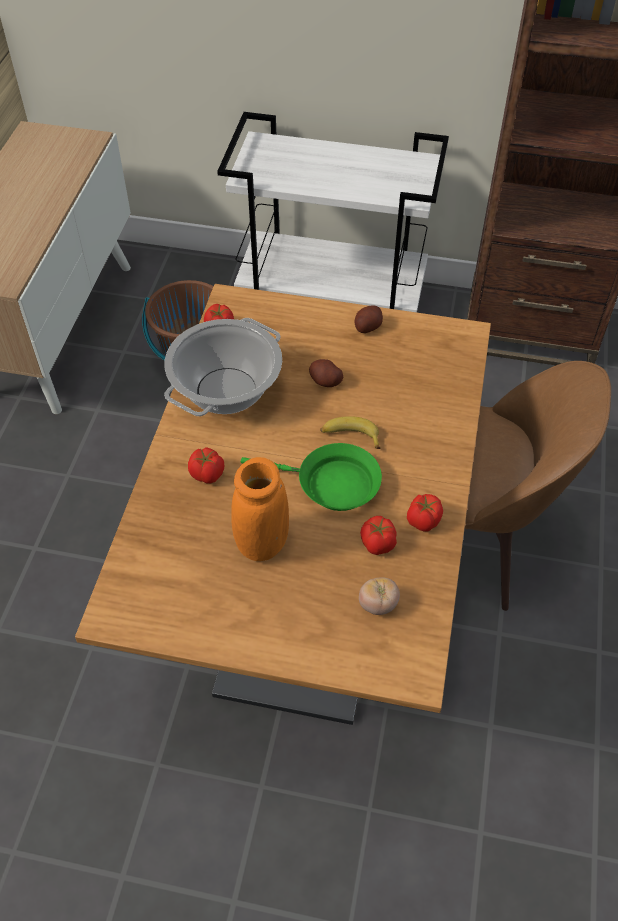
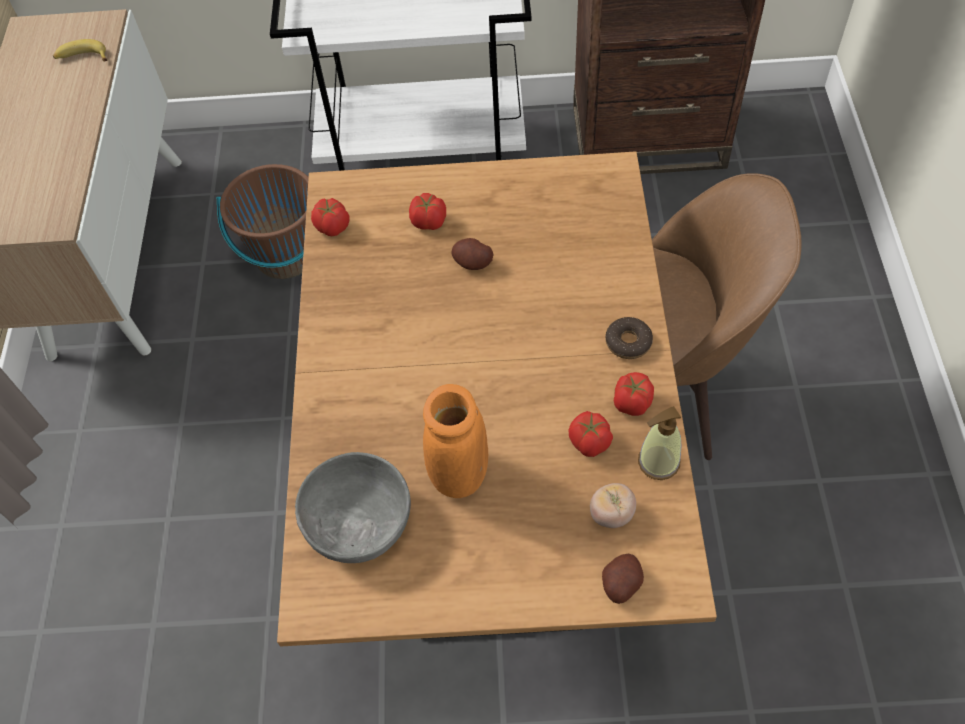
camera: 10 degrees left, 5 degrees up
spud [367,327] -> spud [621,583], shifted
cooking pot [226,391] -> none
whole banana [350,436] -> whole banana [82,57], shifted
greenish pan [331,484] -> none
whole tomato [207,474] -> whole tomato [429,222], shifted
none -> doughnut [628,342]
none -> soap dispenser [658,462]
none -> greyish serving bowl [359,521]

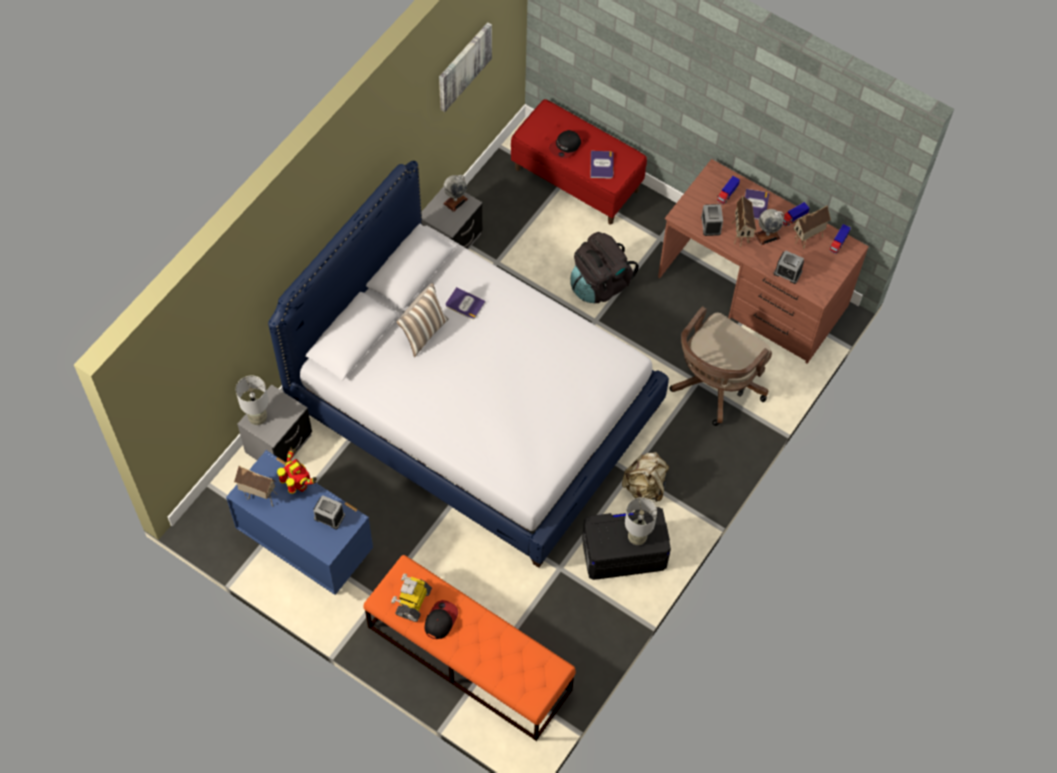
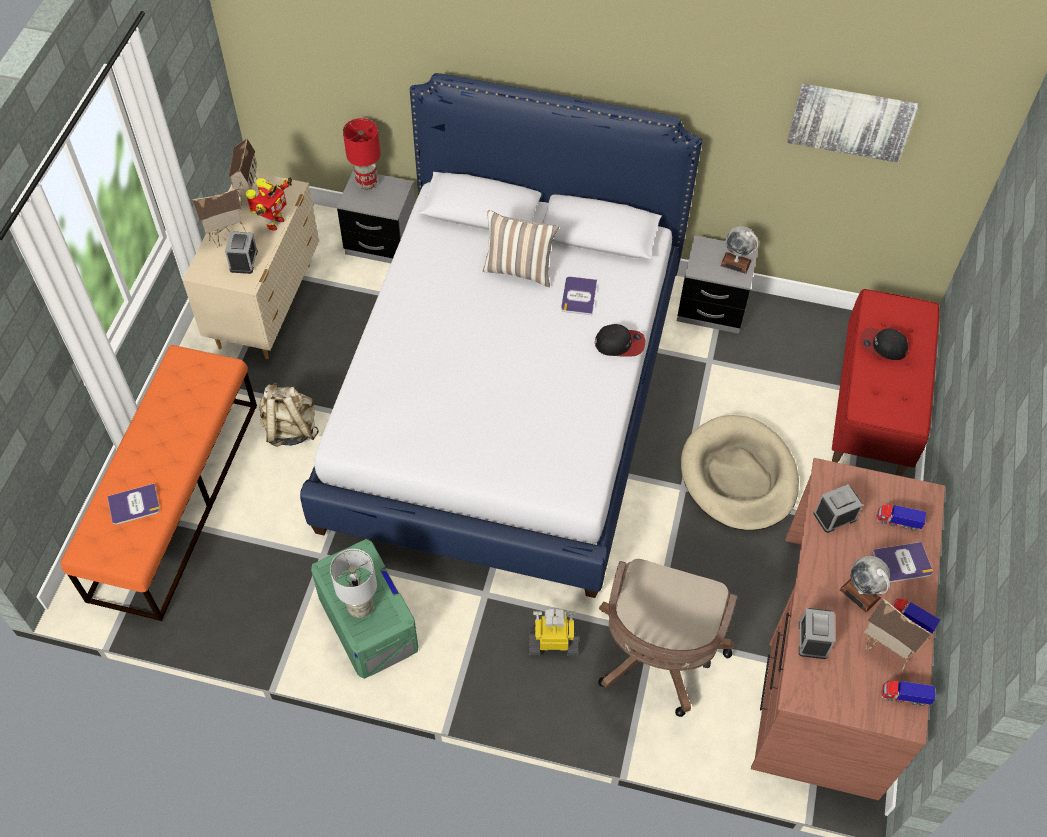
camera: 70 degrees right, 5 degrees down
book [602,165] -> book [134,505], shifted
miniature house [741,235] -> miniature house [227,238], shifted
black-coloured rucksack [600,284] -> sand-coloured dog cushion [738,476]
brown desk chair [715,386] -> brown desk chair [656,657], 90 degrees counterclockwise
greyish tabletop lamp [258,417] -> red tabletop lamp [367,183]
blue-coloured dresser [306,547] -> sand-coloured dresser [267,305]
sand-coloured rucksack [645,486] -> sand-coloured rucksack [290,429], shifted
black-coloured storage bin [624,553] -> greenish storage bin [367,622]
robot figure [413,602] -> robot figure [553,642], shifted
peaked cap [440,620] -> peaked cap [620,343], shifted

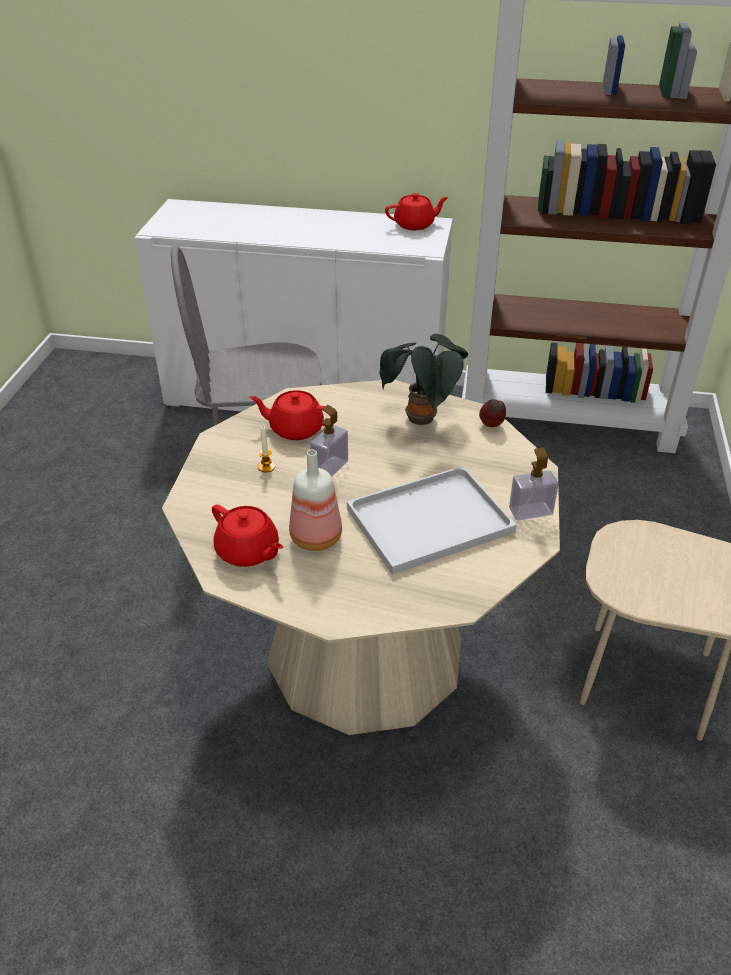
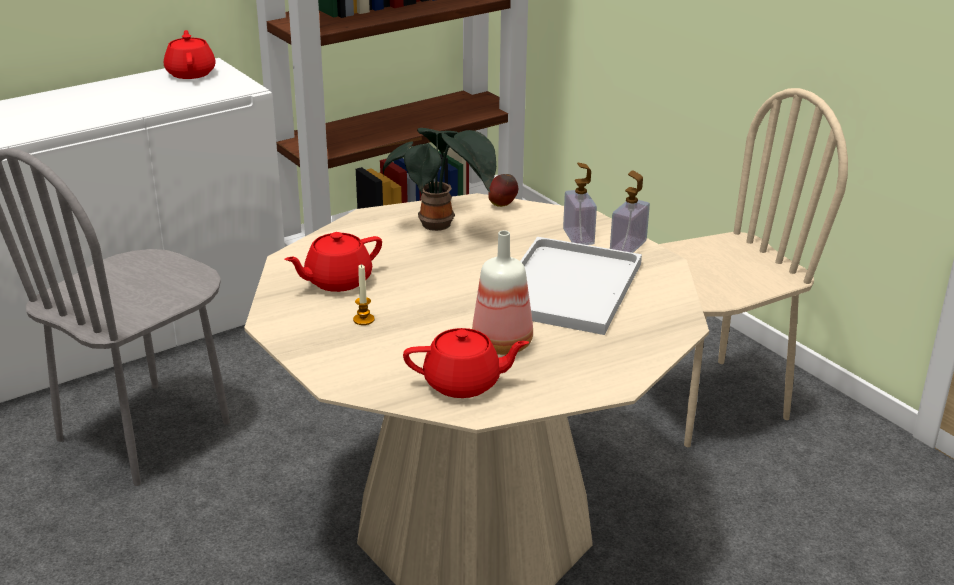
camera: 45 degrees left, 10 degrees down
red teapot [415,225] -> red teapot [191,73], 45 degrees counterclockwise
soap dispenser [330,467] -> soap dispenser [578,236], shifted

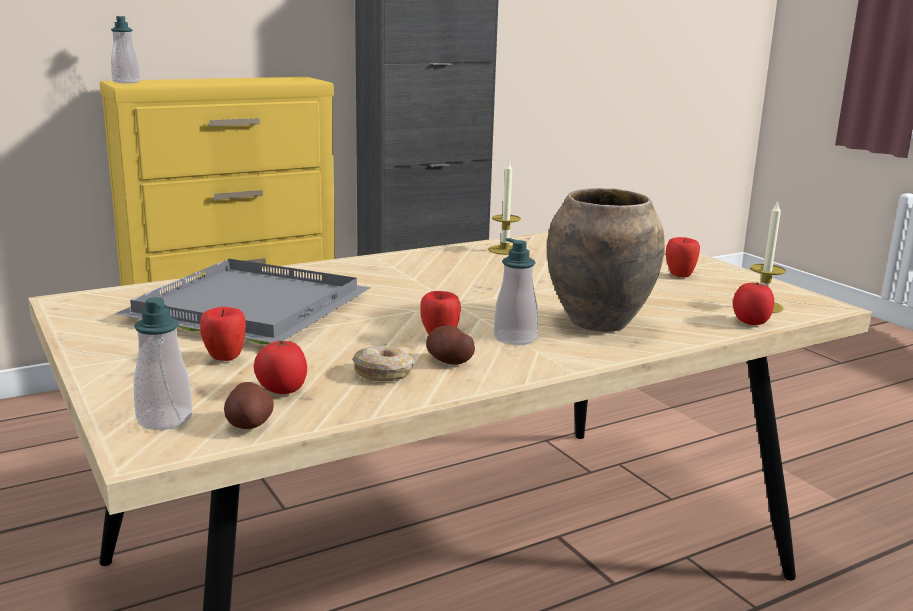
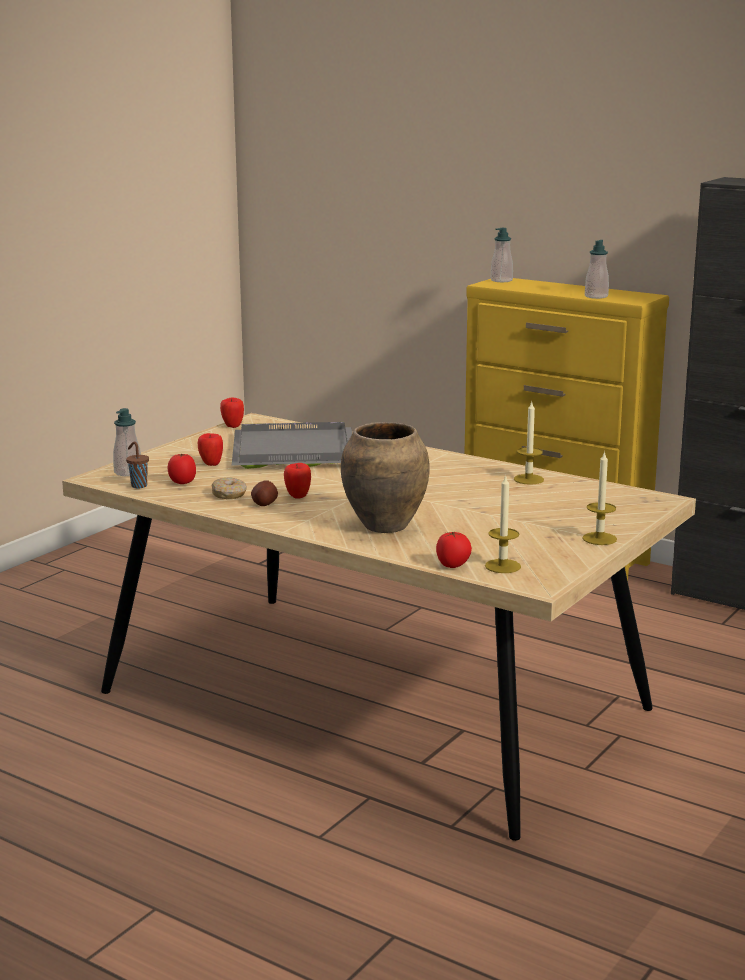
camera: 65 degrees right, 0 degrees up
apple fruit [680,276] -> apple fruit [232,426], shifted
soap dispenser [514,338] -> soap dispenser [596,296], shifted
spud [249,424] -> brown drinking cup [138,486]
none -> candle [599,539]

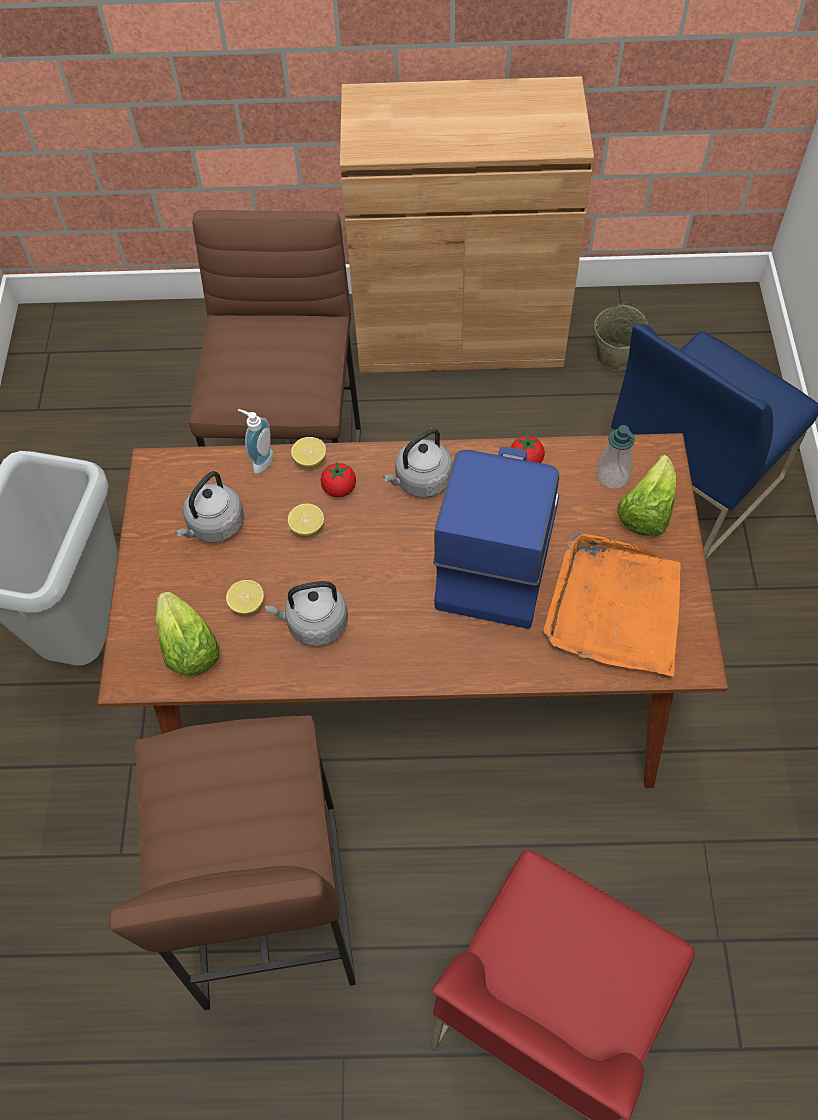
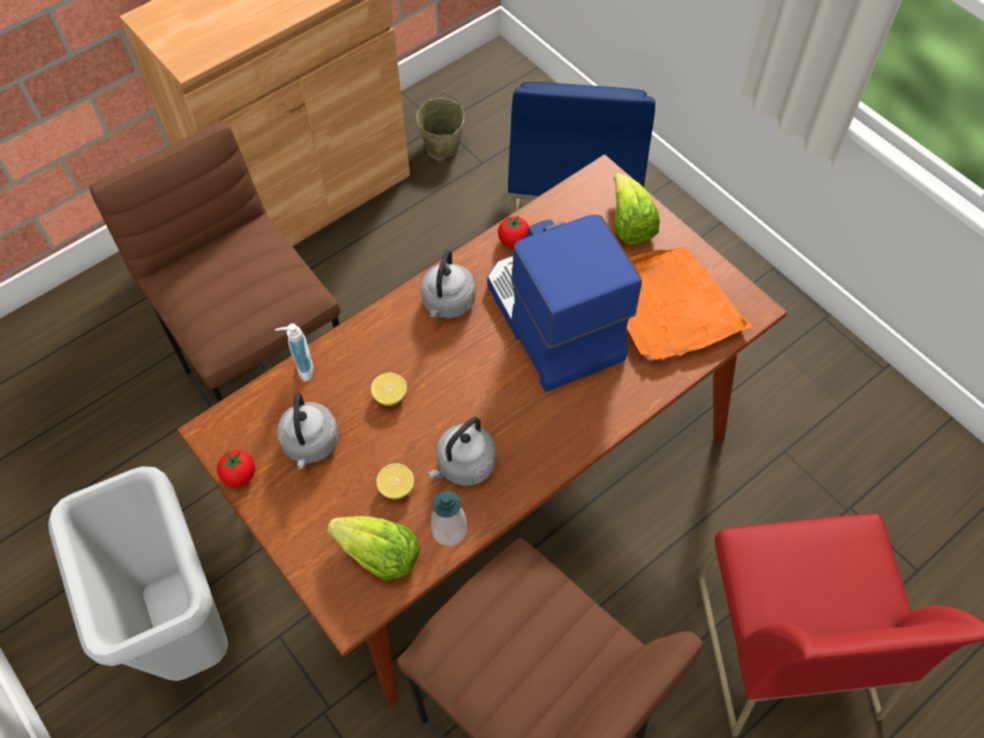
camera: 40 degrees left, 0 degrees up
soap dispenser [612,476] -> soap dispenser [449,530], shifted
whole lemon [310,460] -> none
whole tomato [339,489] -> whole tomato [239,475], shifted

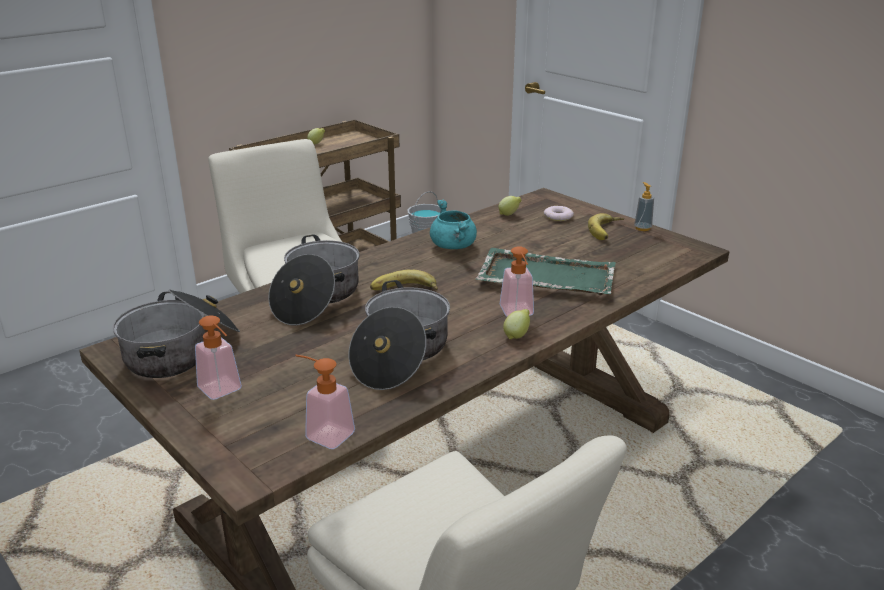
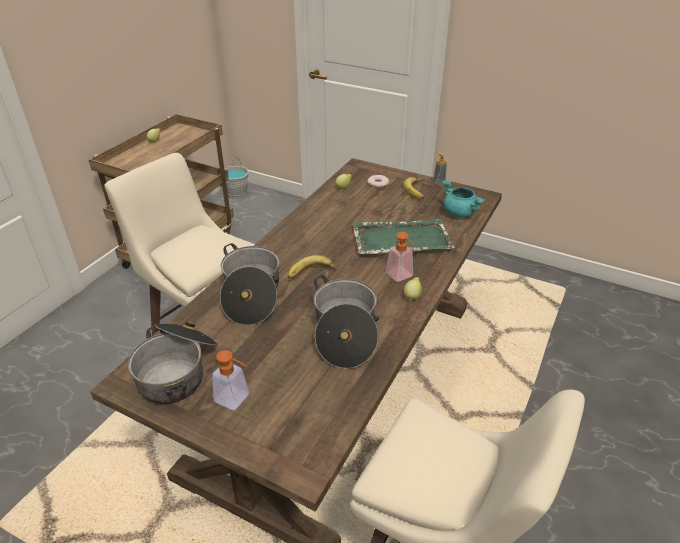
camera: 20 degrees left, 10 degrees up
turquoise cooking pot [454,246] -> turquoise cooking pot [460,213], shifted
soap dispenser [323,433] -> none

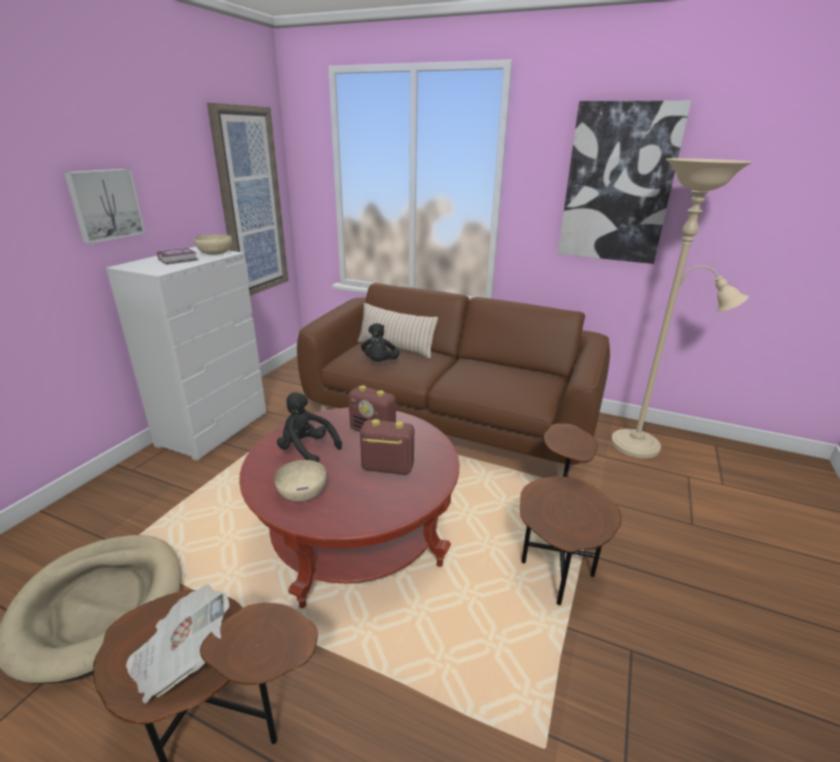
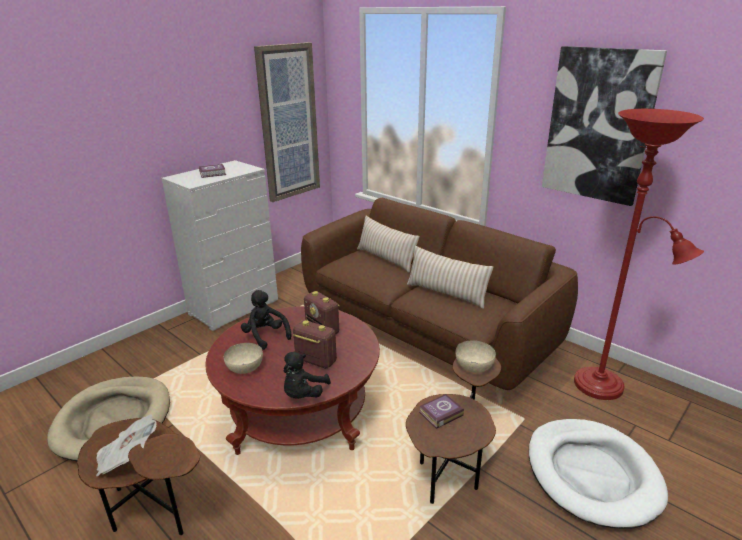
camera: 20 degrees right, 0 degrees up
sand-coloured floor lamp [642,446] -> red floor lamp [605,387]
wall picture [105,204] -> none
sand-coloured serving bowl [214,253] -> sand-coloured serving bowl [473,366], shifted
black-coloured plush toy [379,363] -> black-coloured plush toy [303,394], shifted
none -> sand-coloured cushion [446,293]
none -> book [439,414]
none -> white dog cushion [592,474]

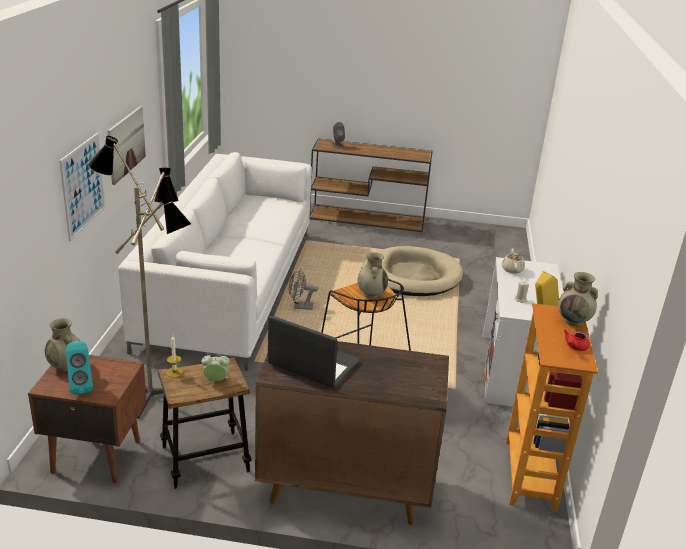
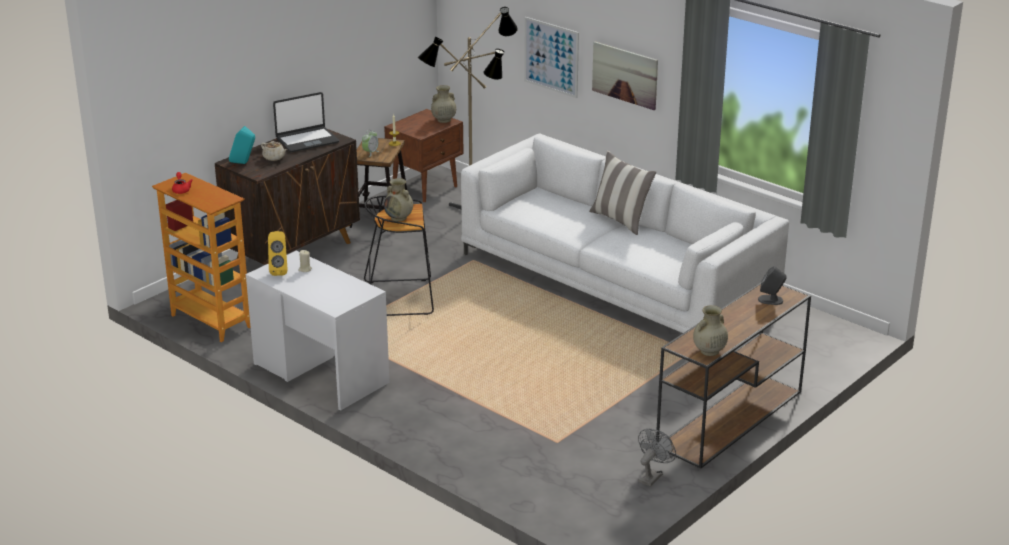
camera: 125 degrees right, 0 degrees up
sand-coloured dog cushion [411,276] -> none
sand-coloured teapot [512,269] -> sand-coloured teapot [274,158], shifted
greyish electric fan [300,307] -> greyish electric fan [652,476], shifted
sand-coloured flower vase [574,321] -> sand-coloured flower vase [709,351], shifted
turquoise audio speaker [81,386] -> turquoise audio speaker [244,163], shifted
none -> cushion [620,220]

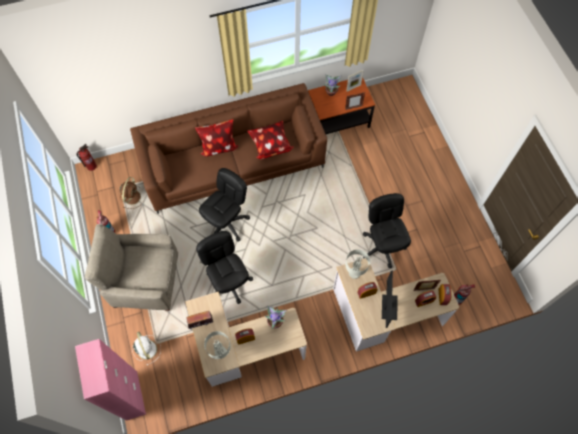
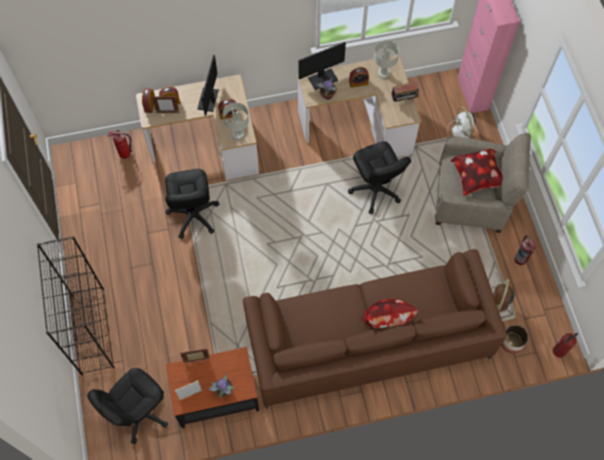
camera: 175 degrees left, 0 degrees up
cushion [270,145] -> cushion [477,179], shifted
black-coloured desk chair [227,223] -> black-coloured desk chair [140,412], shifted
none -> computer display [323,78]
none -> black-coloured bookcase [92,330]
none -> flower pot [511,343]

